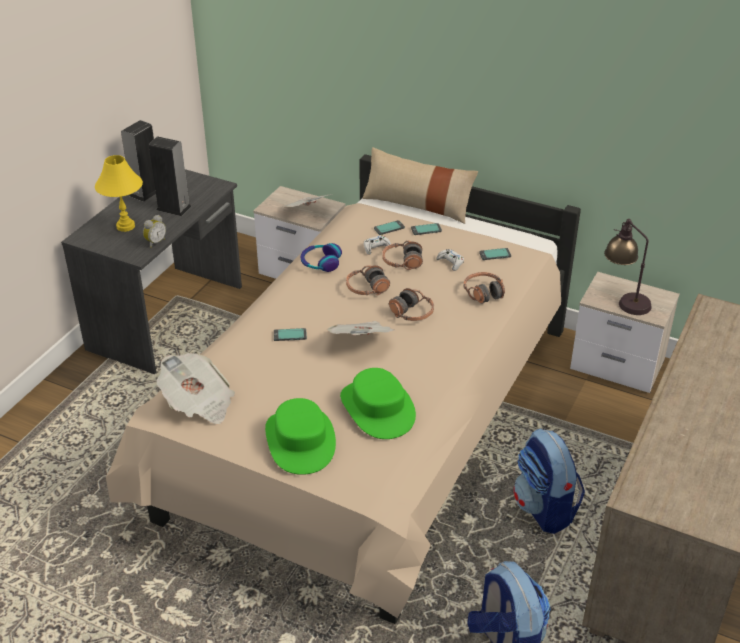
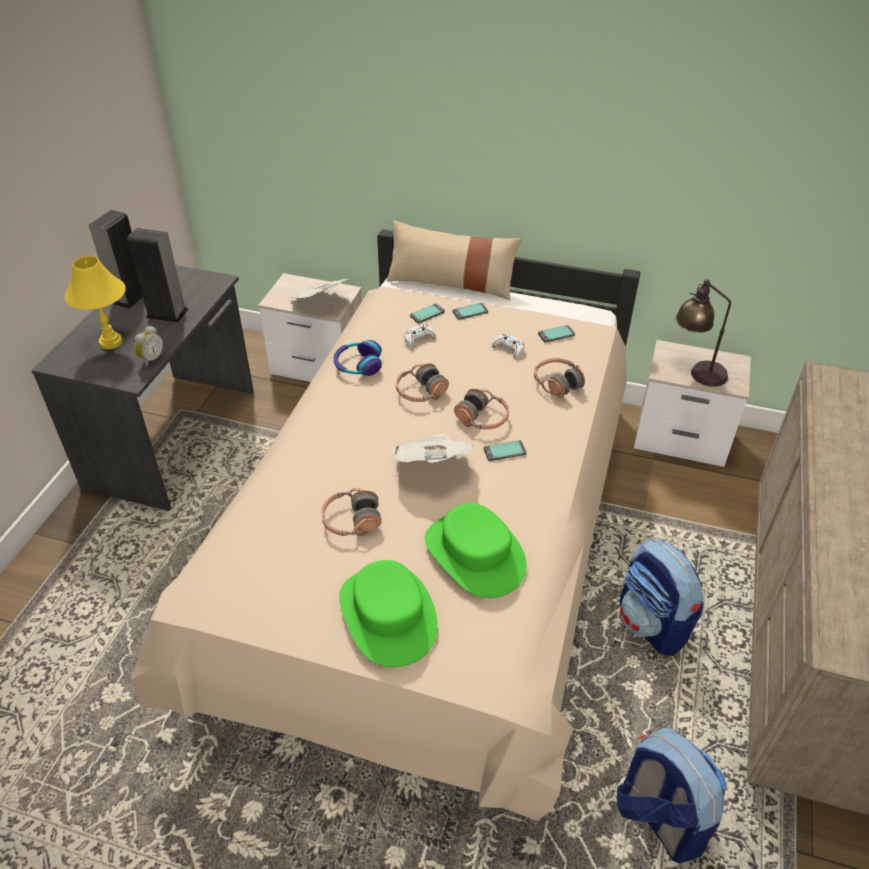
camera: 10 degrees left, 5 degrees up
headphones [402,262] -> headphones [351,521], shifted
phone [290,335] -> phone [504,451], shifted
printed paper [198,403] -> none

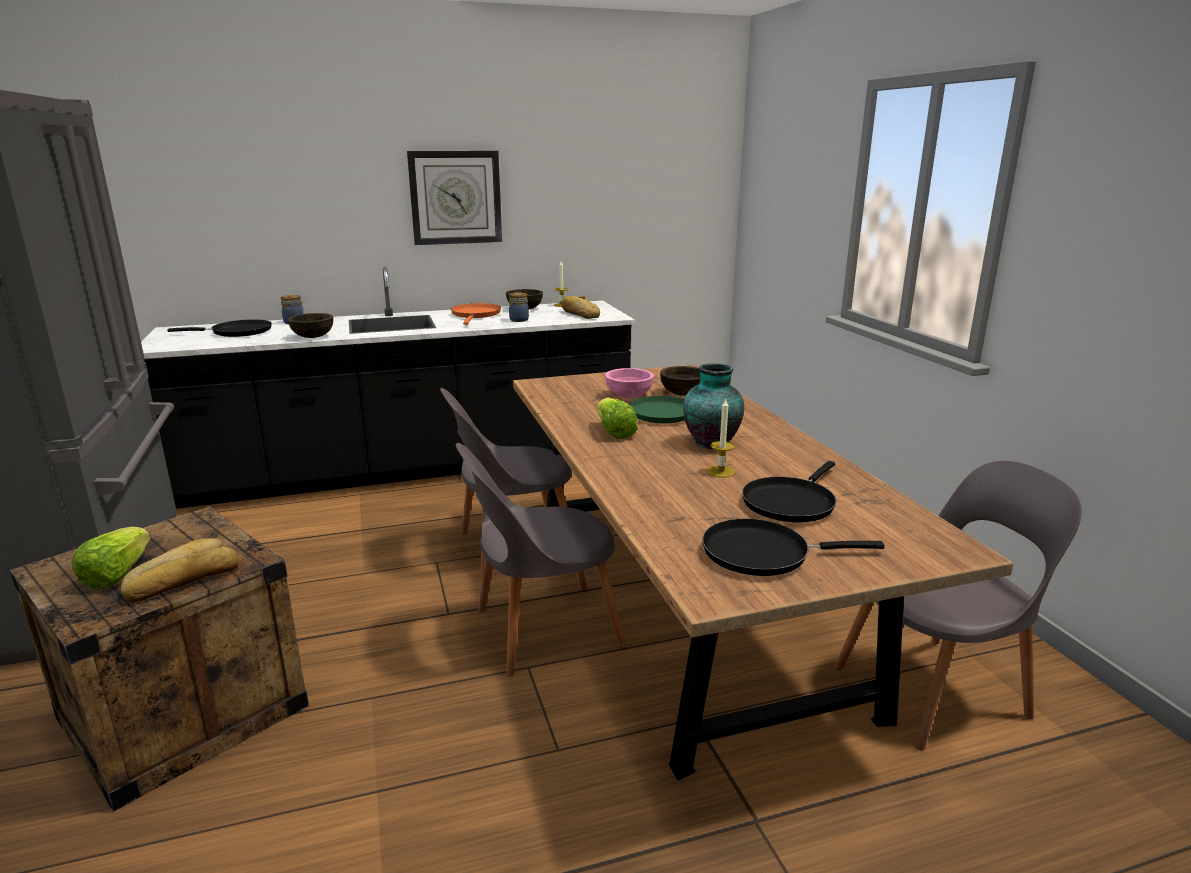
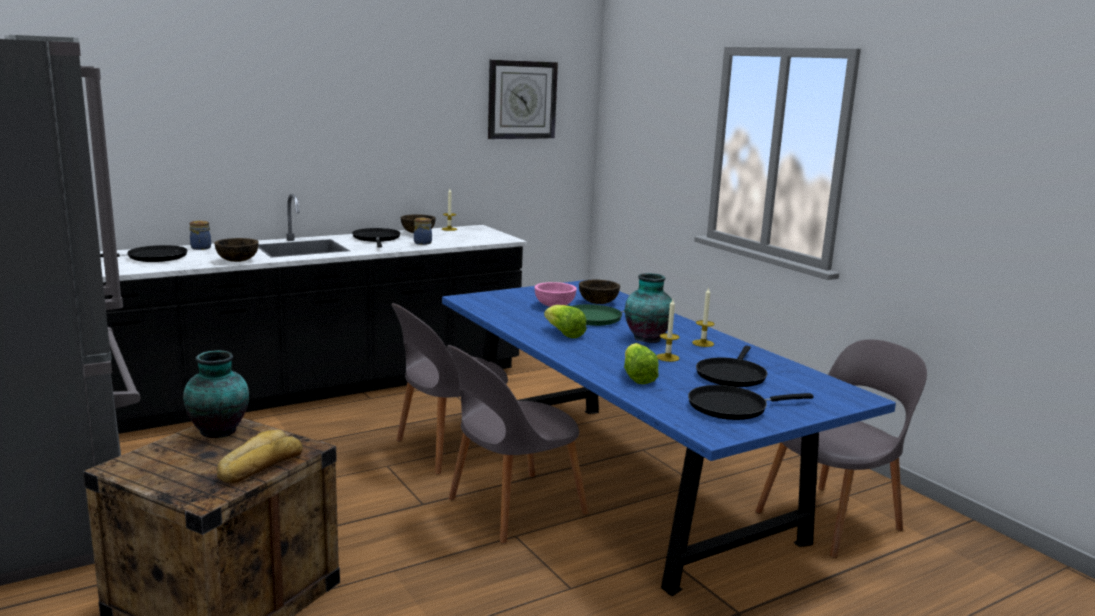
camera: 15 degrees left, 5 degrees down
clock on the wall [455,197] -> clock on the wall [522,100], shifted
bread [580,314] -> none
orange pan [475,315] -> black-coloured pan [376,239]
brown dinner table [685,609] -> blue-coloured dinner table [623,483]
lettuce head [116,575] -> lettuce head [637,377], shifted
none -> candle [703,343]
none -> flower vase [220,431]

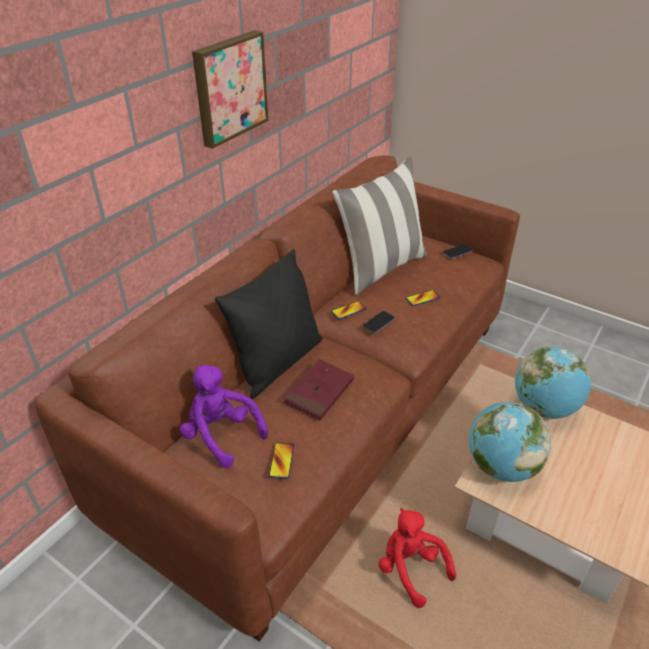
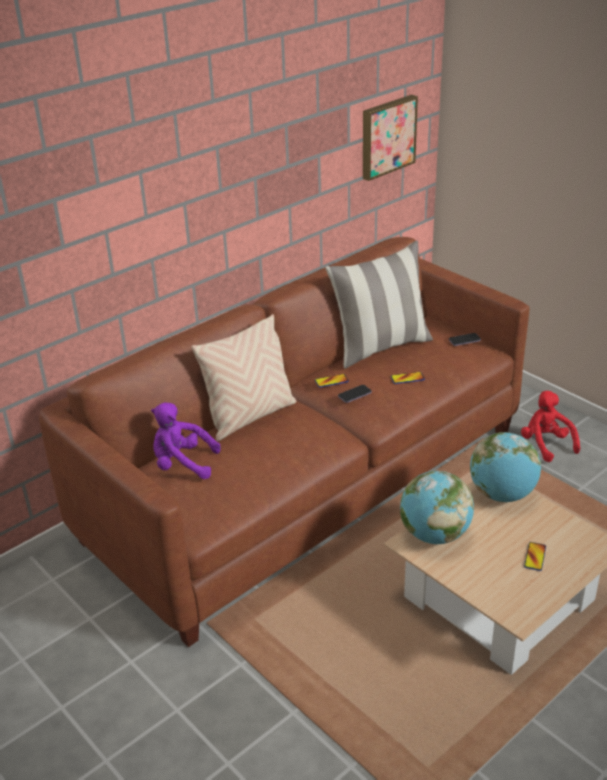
camera: 15 degrees right, 5 degrees down
wall picture [229,88] -> wall picture [387,136], shifted
black-coloured cushion [278,363] -> sand-coloured cushion [250,416]
red book [319,392] -> none
purple-coloured plush toy [221,435] -> purple-coloured plush toy [182,464], 45 degrees counterclockwise
phone [281,461] -> phone [535,557], shifted
red plush toy [411,568] -> red plush toy [546,444], shifted

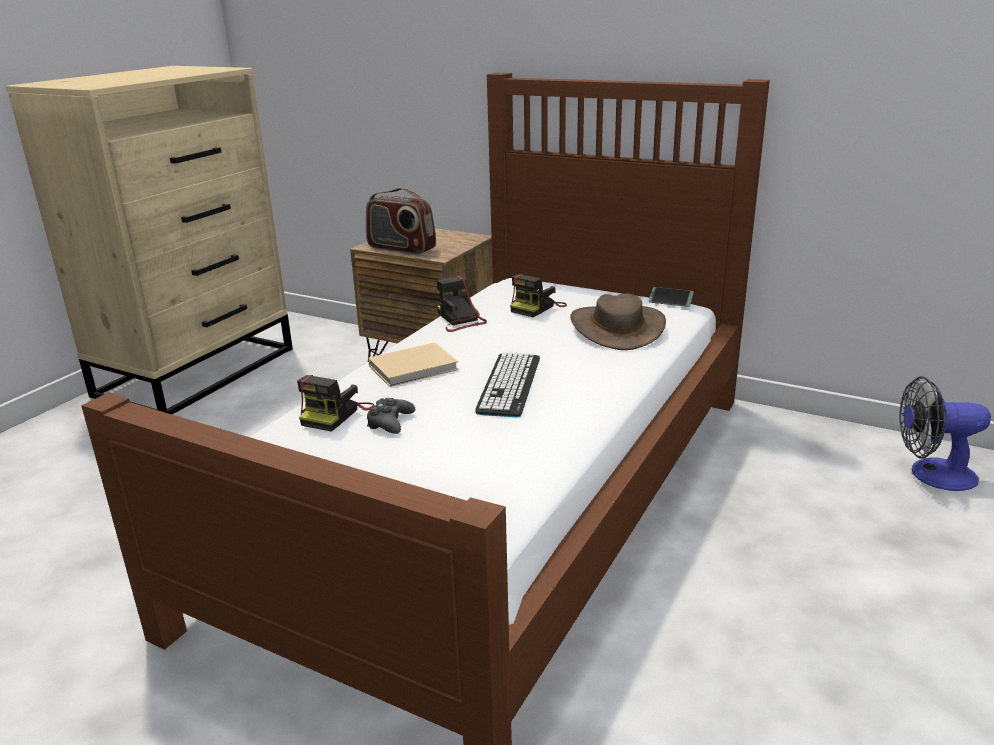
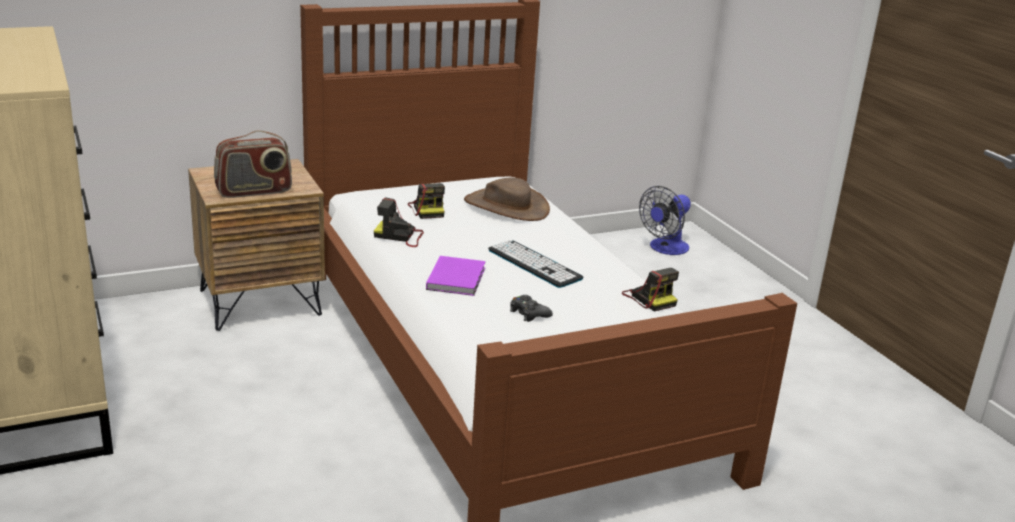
camera: 55 degrees left, 0 degrees up
phone [670,301] -> none
sand-coloured book [415,368] -> purple-coloured book [457,278]
photo camera [336,414] -> photo camera [649,298], shifted

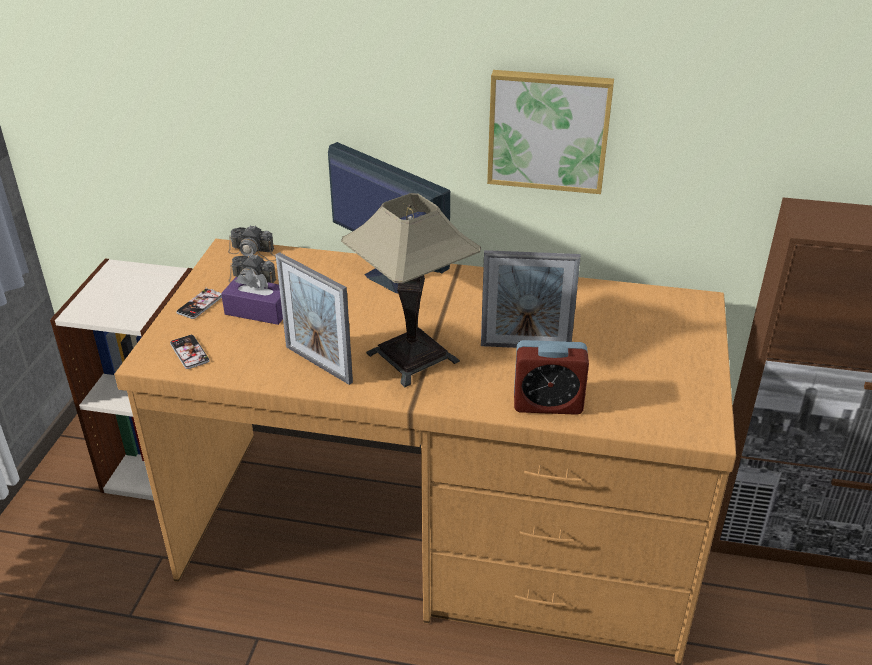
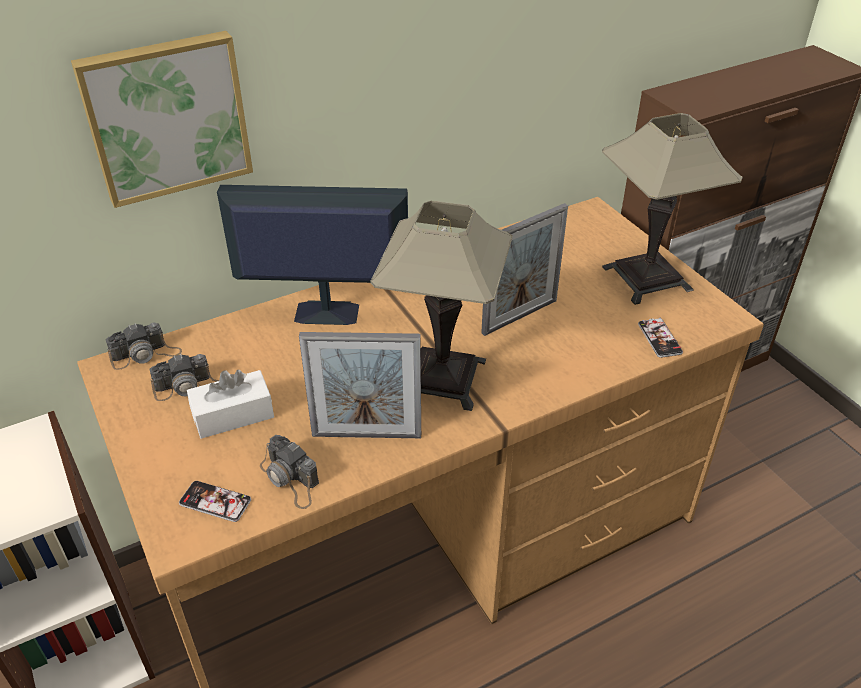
camera: 40 degrees left, 5 degrees up
wall picture [549,130] -> wall picture [166,117], shifted
purple-coloured tissue box [258,311] -> white tissue box [233,415]
phone [200,304] -> phone [659,338], shifted
bedside clock [547,404] -> none
none -> tabletop lamp [646,278]
none -> photo camera [290,479]

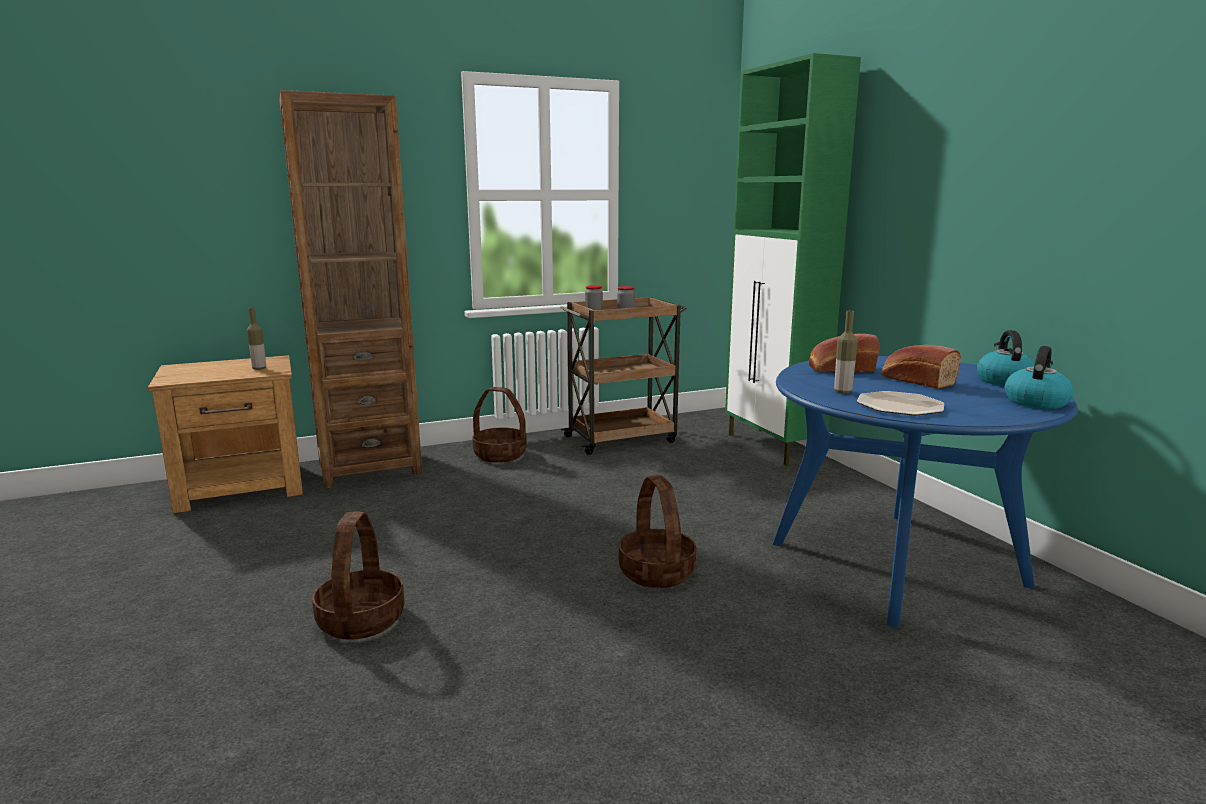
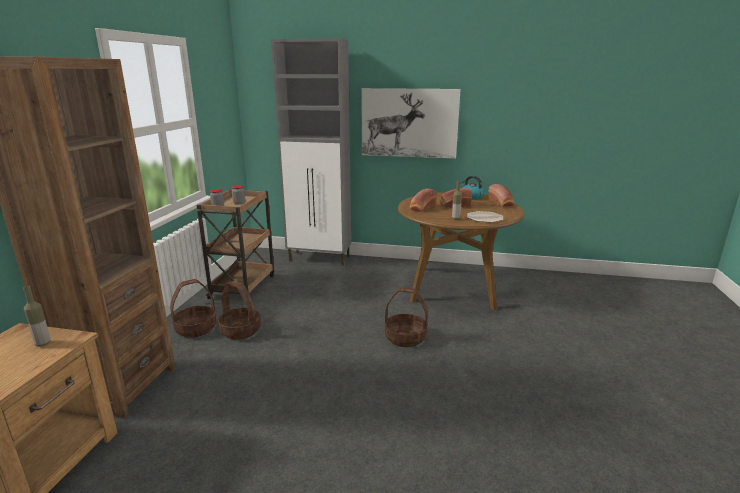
camera: 55 degrees left, 5 degrees up
greenish storage cabinet [773,447] -> greyish storage cabinet [320,259]
kettle [1035,402] -> bread [501,203]
blue-coloured dinner table [896,563] -> brown dinner table [454,287]
basket [360,619] -> basket [240,330], shifted
none -> wall picture [409,123]

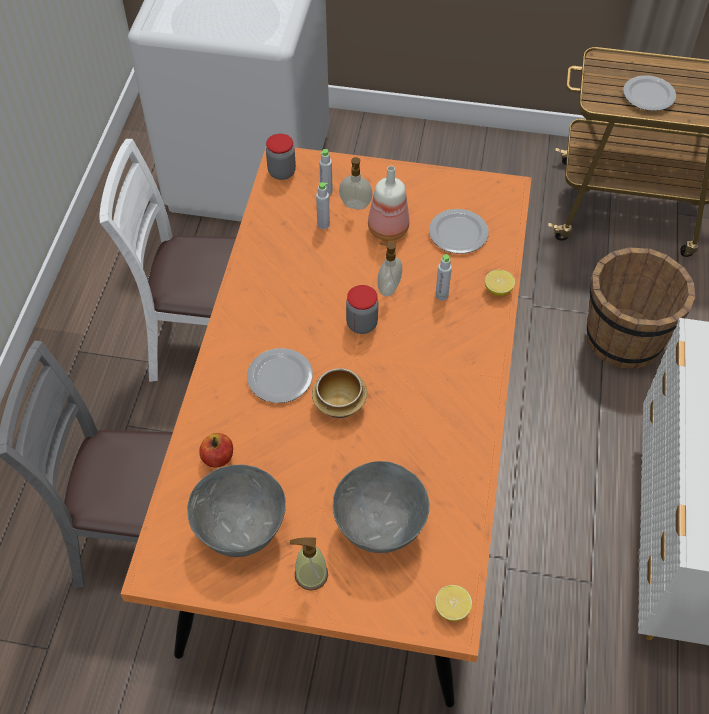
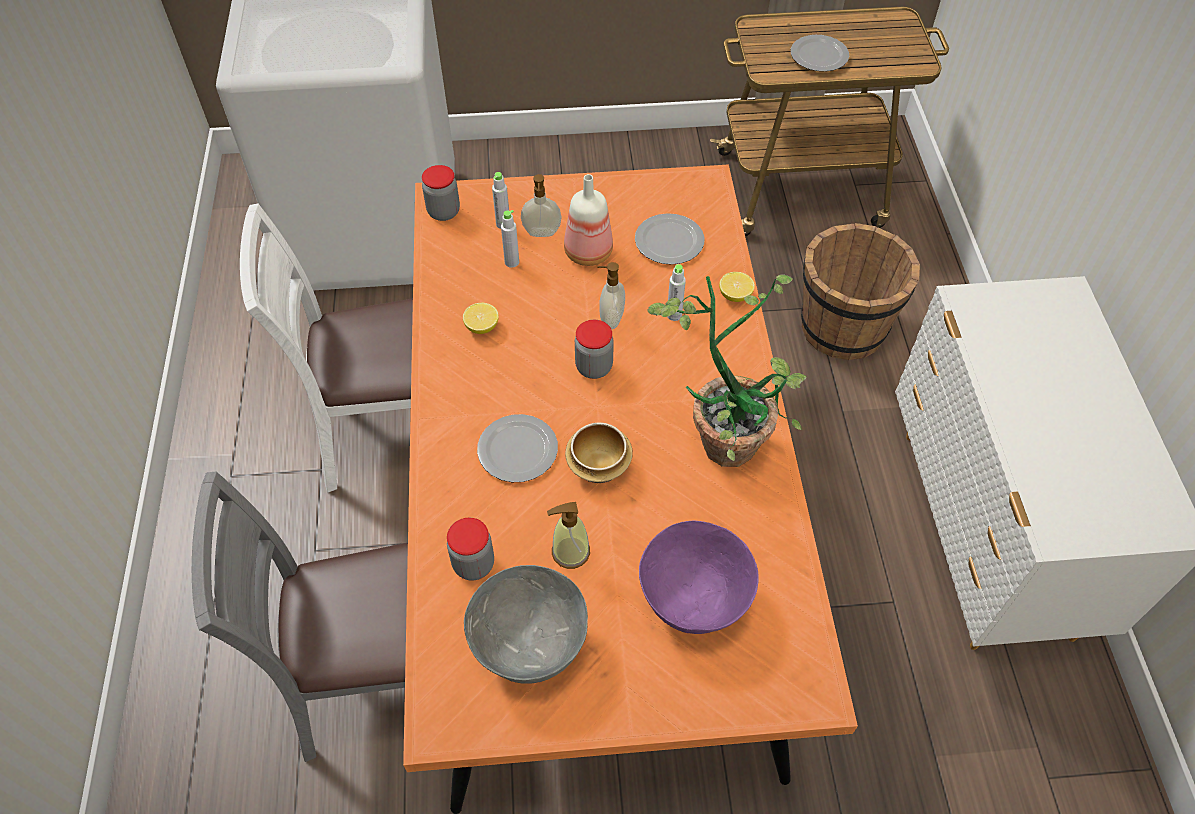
camera: 15 degrees left, 0 degrees up
apple fruit [218,458] -> preserve jar [473,564]
greyish serving bowl [380,528] -> purple-coloured serving bowl [695,602]
soap dispenser [311,575] -> soap dispenser [570,552], shifted
whole lemon [452,609] -> whole lemon [482,327], shifted
none -> houseplant [729,432]

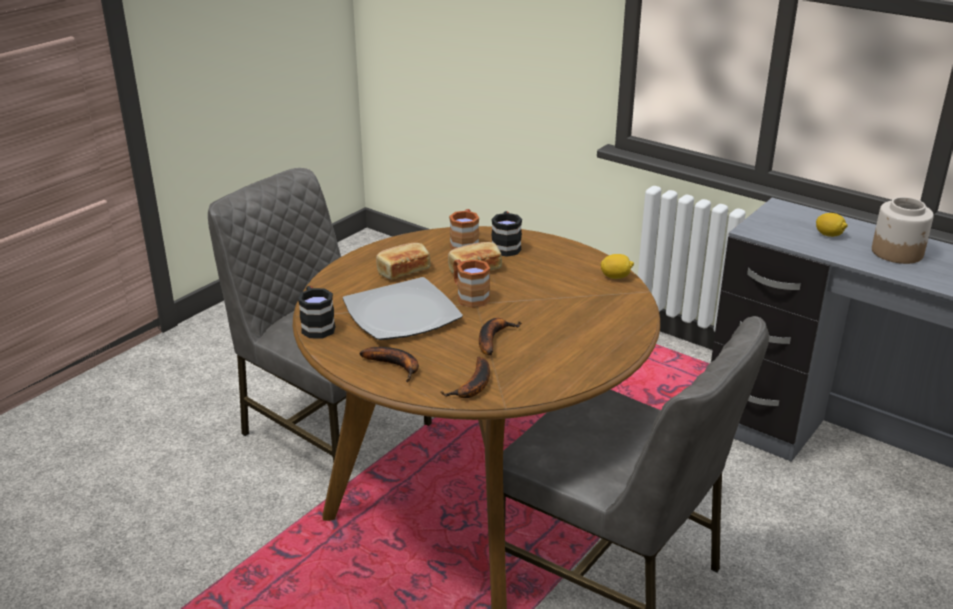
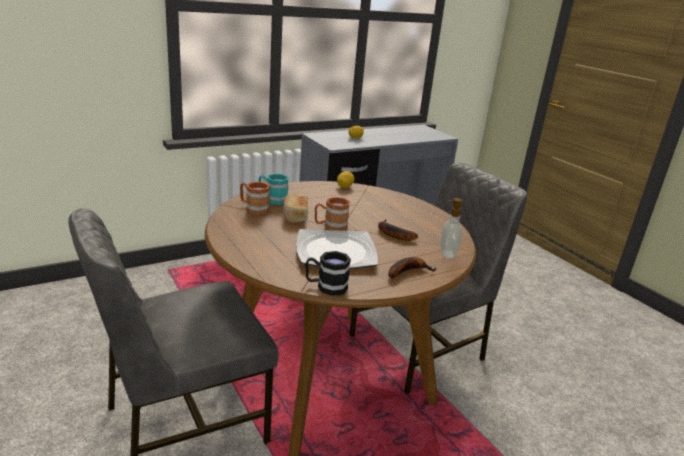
camera: 70 degrees left, 5 degrees down
preserve jar [897,252] -> none
black-coloured mug [506,246] -> turquoise mug [272,199]
bread [403,271] -> none
whole banana [473,386] -> soap dispenser [446,254]

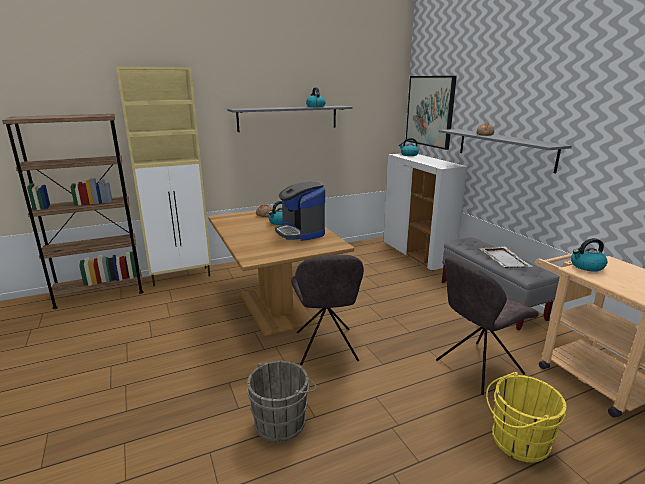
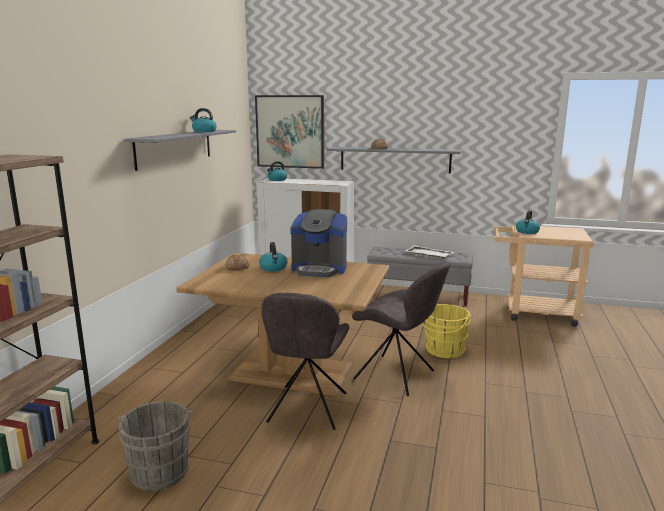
camera: 50 degrees left, 5 degrees down
sand-coloured storage cabinet [182,276] -> none
greyish plain chair [476,368] -> greyish plain chair [307,409], shifted
greyish water bucket [282,421] -> greyish water bucket [160,469], shifted
yellowish water bucket [516,441] -> yellowish water bucket [443,351], shifted

